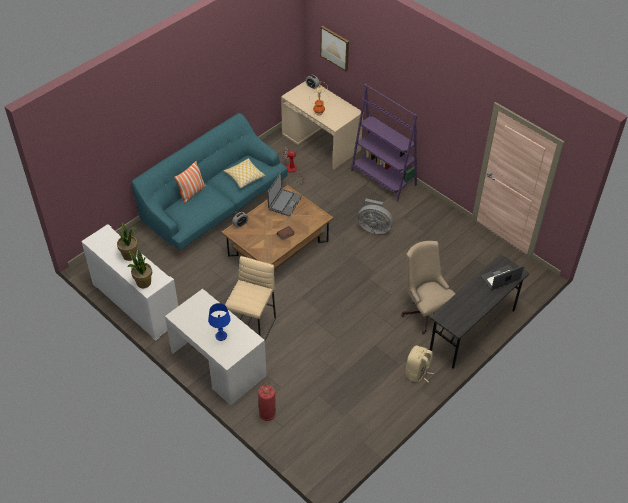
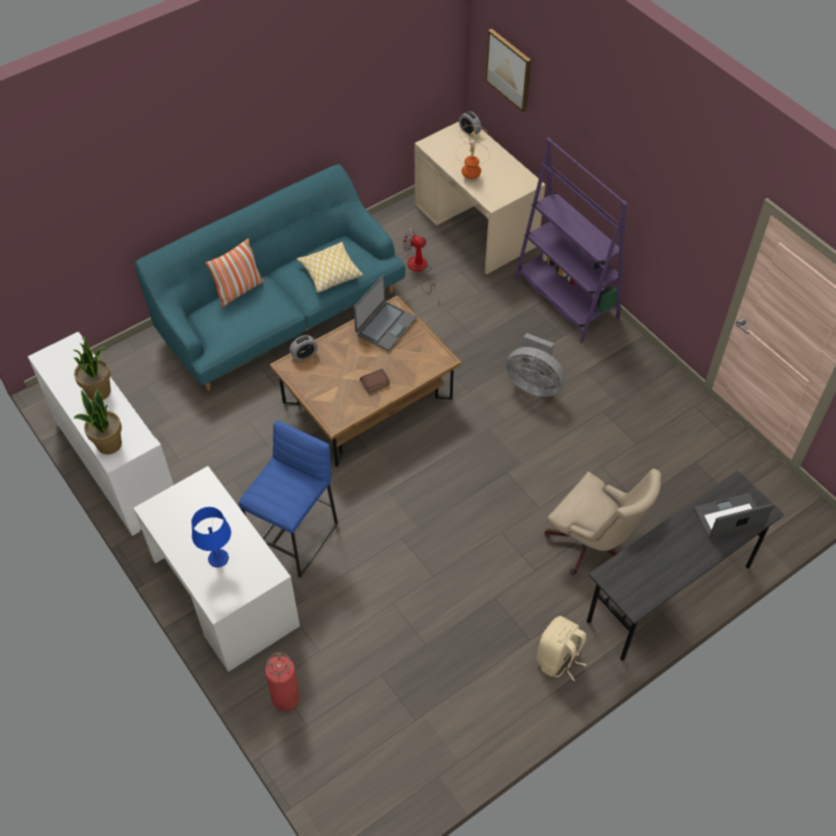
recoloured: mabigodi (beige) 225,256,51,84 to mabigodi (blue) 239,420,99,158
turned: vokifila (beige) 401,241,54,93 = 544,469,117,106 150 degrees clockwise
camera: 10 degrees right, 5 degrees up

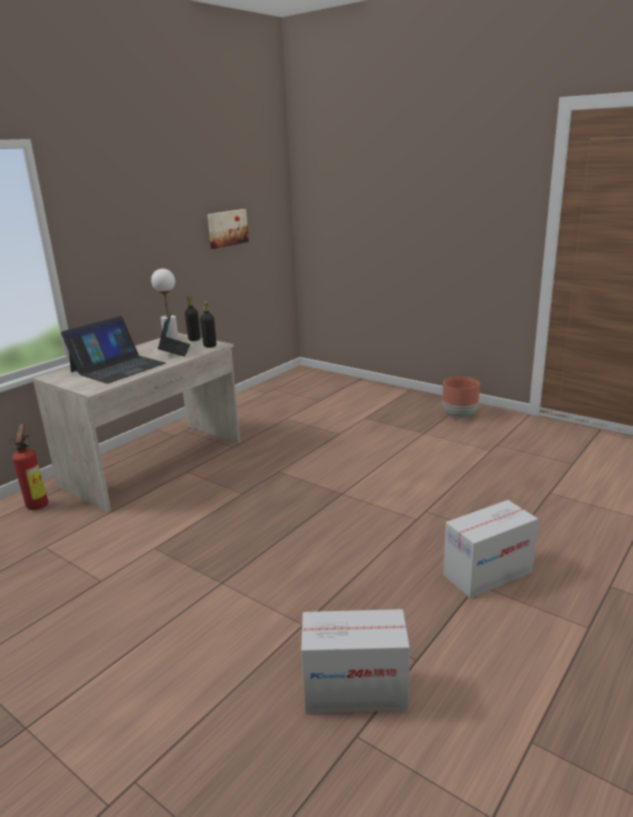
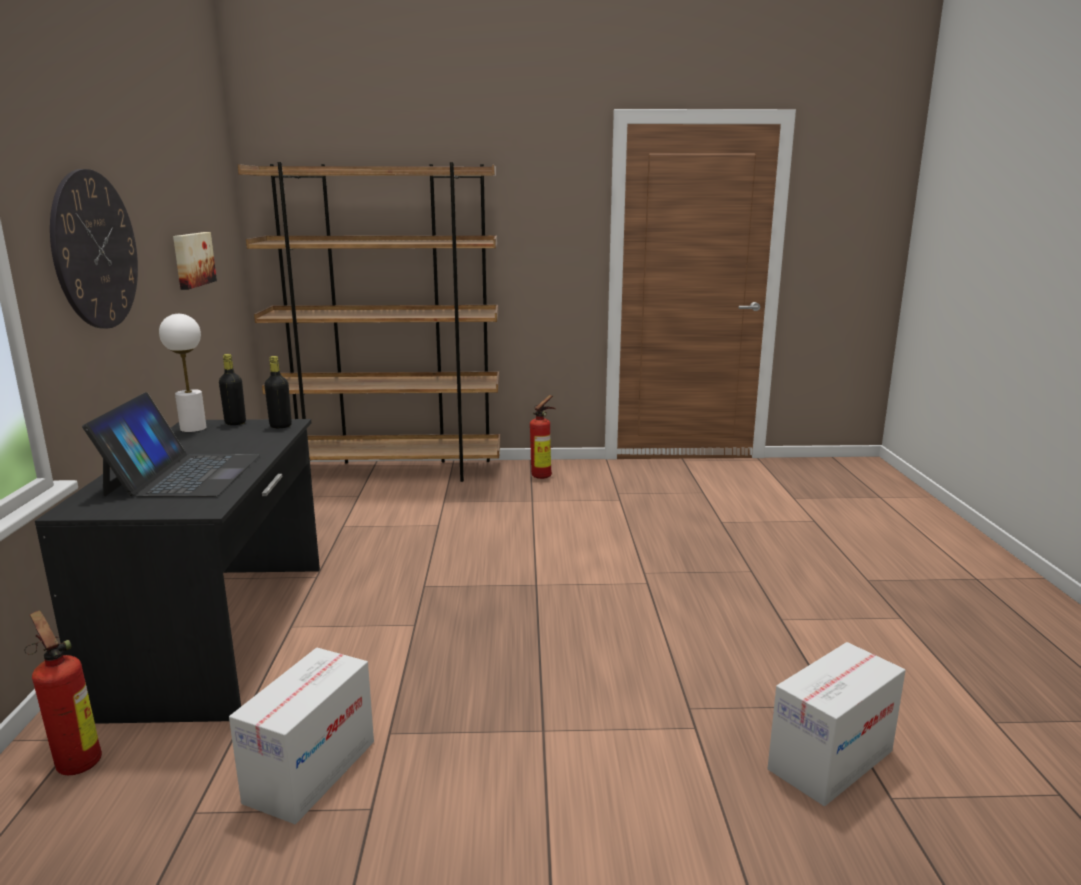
removed: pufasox 158,314,32,42
added: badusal 50,169,88,160; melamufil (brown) 238,162,262,320
moved: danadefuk 443,500,95,99 to 229,648,145,176
replaced: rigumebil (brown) 442,376,38,43 to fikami 530,395,26,84
recoloured: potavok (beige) 33,333,207,180 to potavok (black) 35,419,285,305
camera: 40 degrees left, 5 degrees down

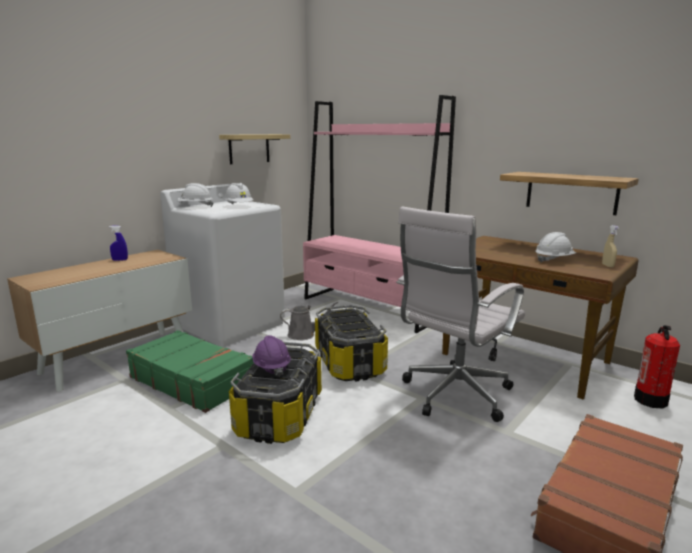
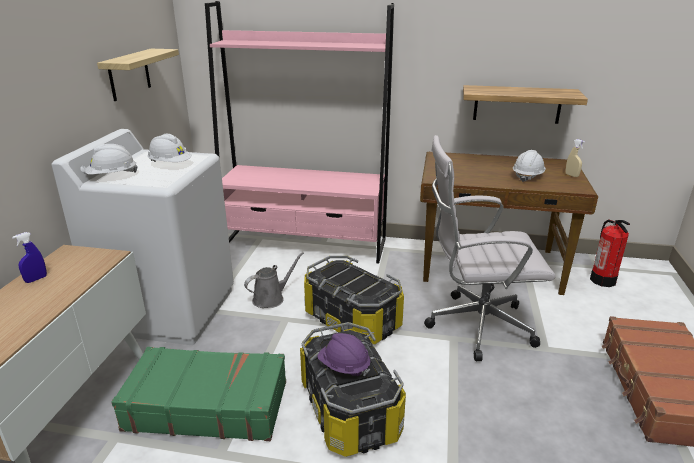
turned: vokifila (white) 396,206,129,216 = 424,135,132,226 75 degrees clockwise
camera: 30 degrees left, 10 degrees up

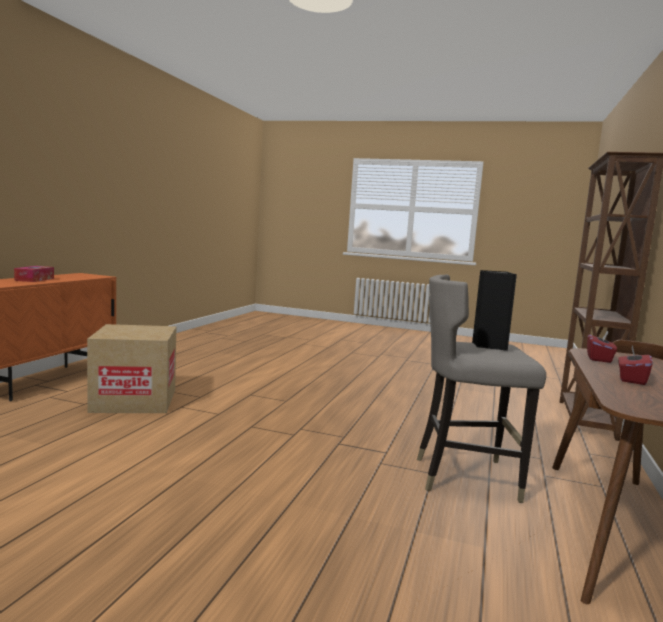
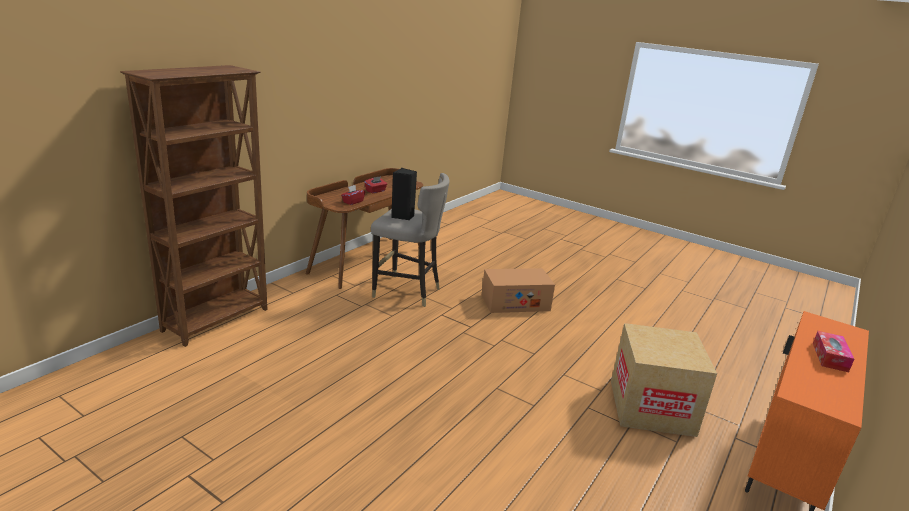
added: danadefuk 482,268,73,45
camera: 165 degrees left, 15 degrees up

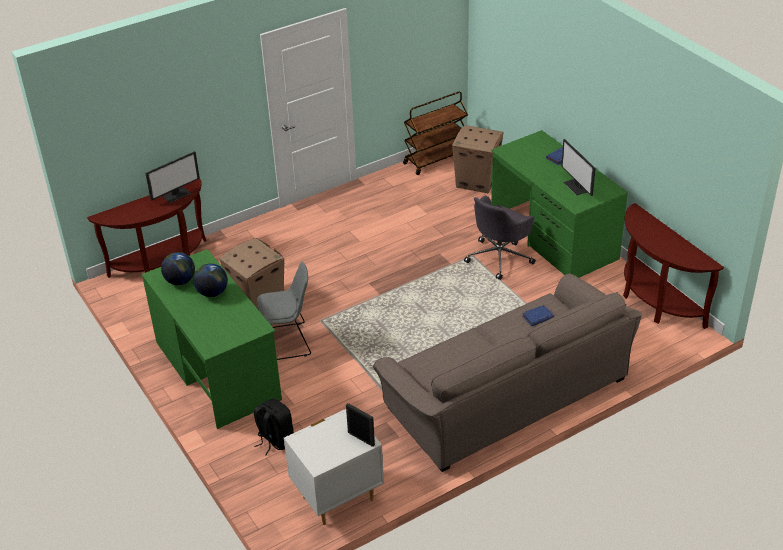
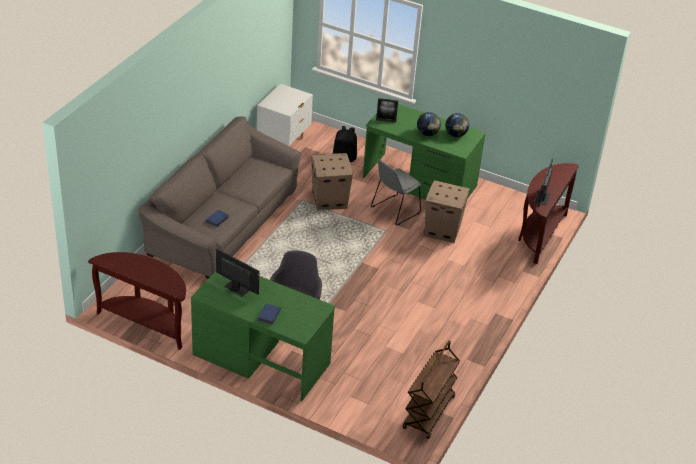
moved: danadefuk 452,125,52,68 to 311,153,42,57; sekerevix 346,403,29,44 to 376,98,22,25
camera: 145 degrees right, 0 degrees up

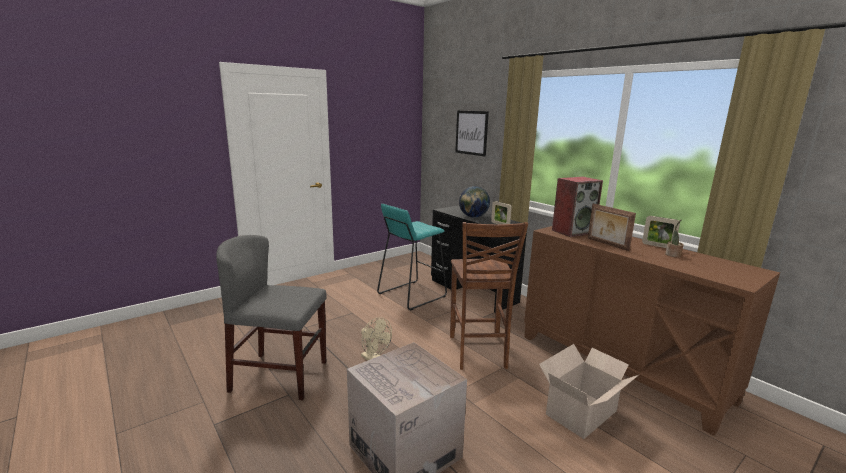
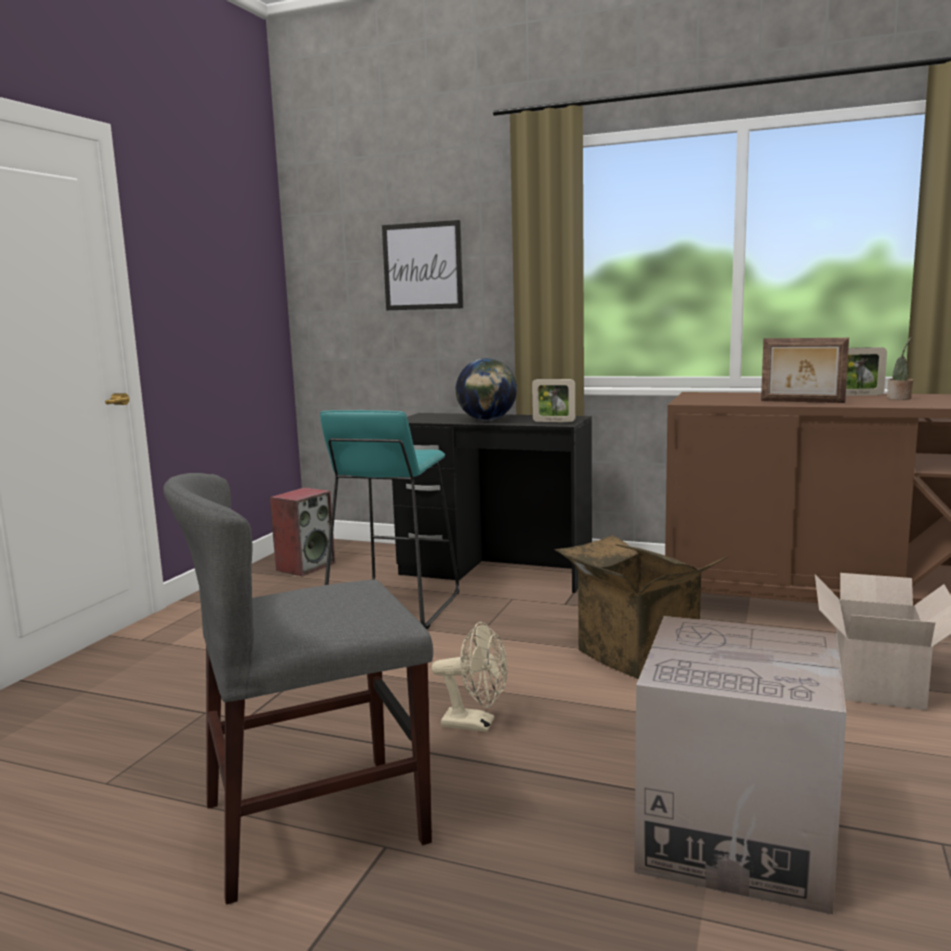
moved: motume 552,177,51,60 to 270,487,65,89
replaced: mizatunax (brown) 450,222,78,148 to danadefuk 554,535,174,144
camera: 30 degrees left, 5 degrees down

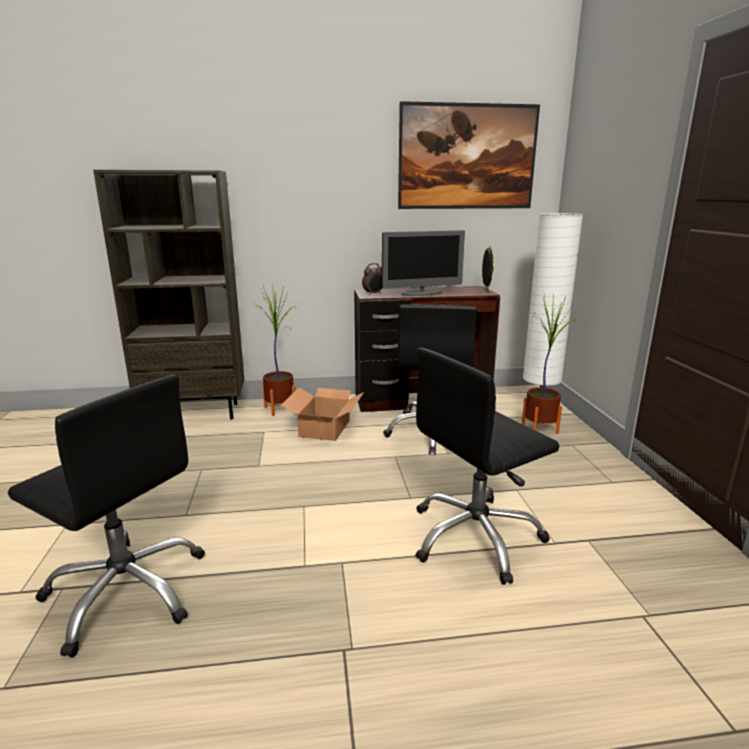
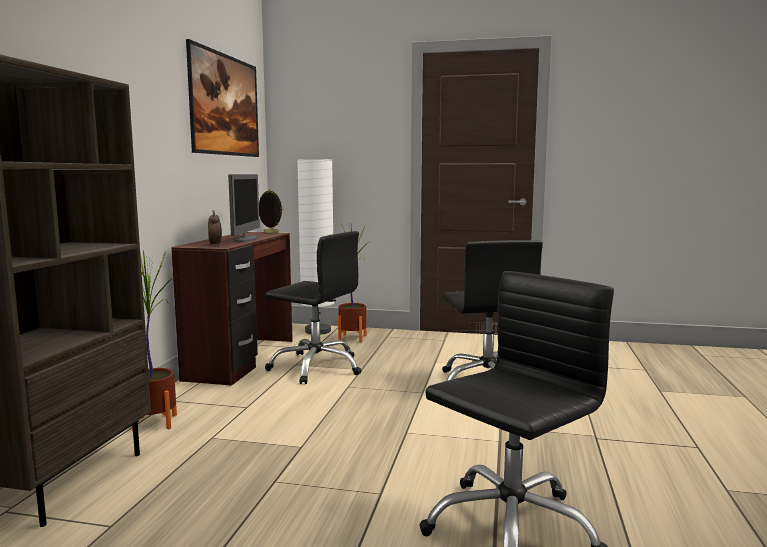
removed: danadefuk 281,387,83,54
camera: 70 degrees left, 10 degrees down

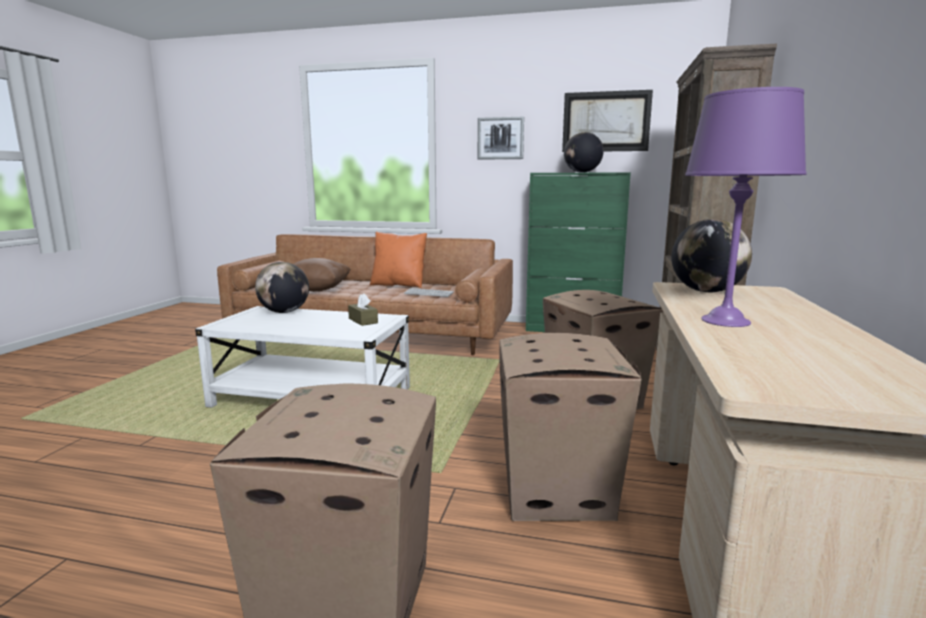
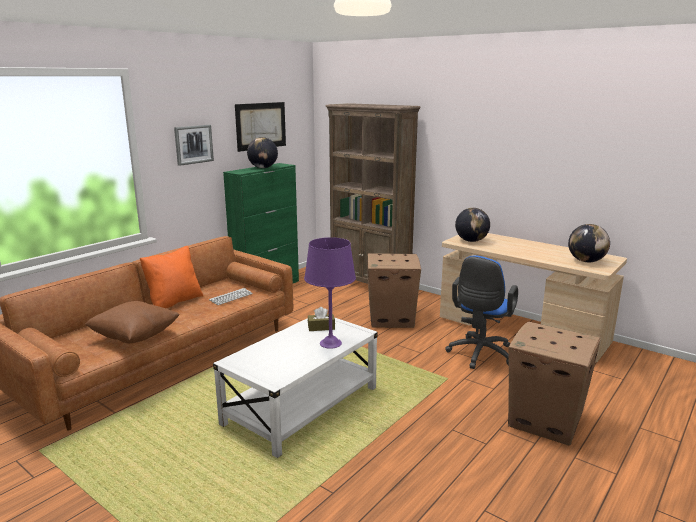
moved: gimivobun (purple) 685,87,122,240 to 304,237,52,112; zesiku 255,262,54,51 to 568,224,42,38
replaced: danadefuk 499,333,143,188 to vokifila (blue) 446,256,72,113
camera: 65 degrees left, 5 degrees up

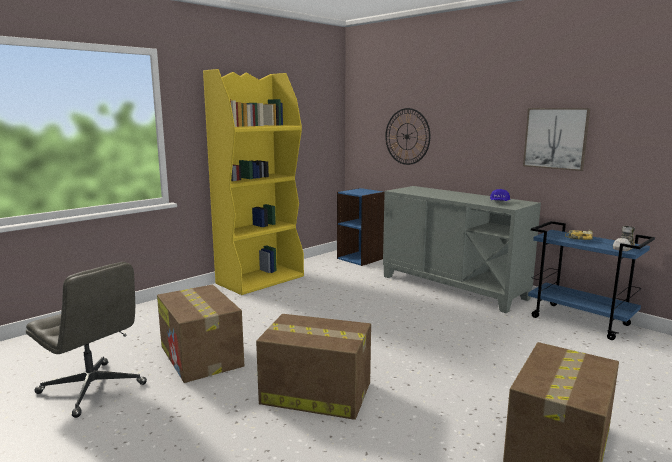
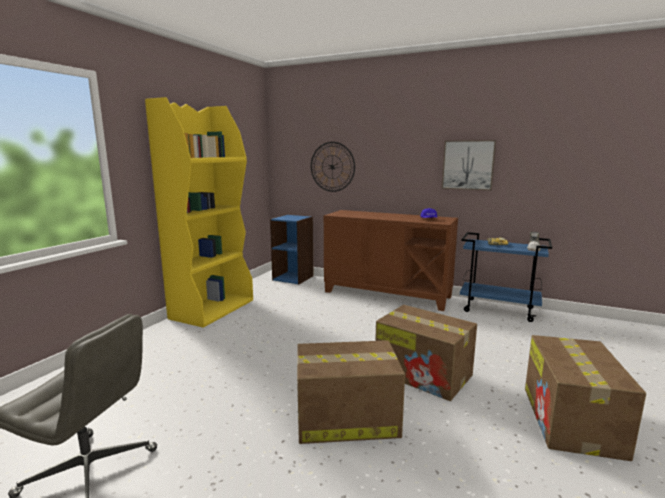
moved: danadefuk 157,285,87,98 to 375,305,102,96
recoloured: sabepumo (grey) 383,186,158,127 to sabepumo (brown) 324,210,134,101
camera: 20 degrees left, 0 degrees up

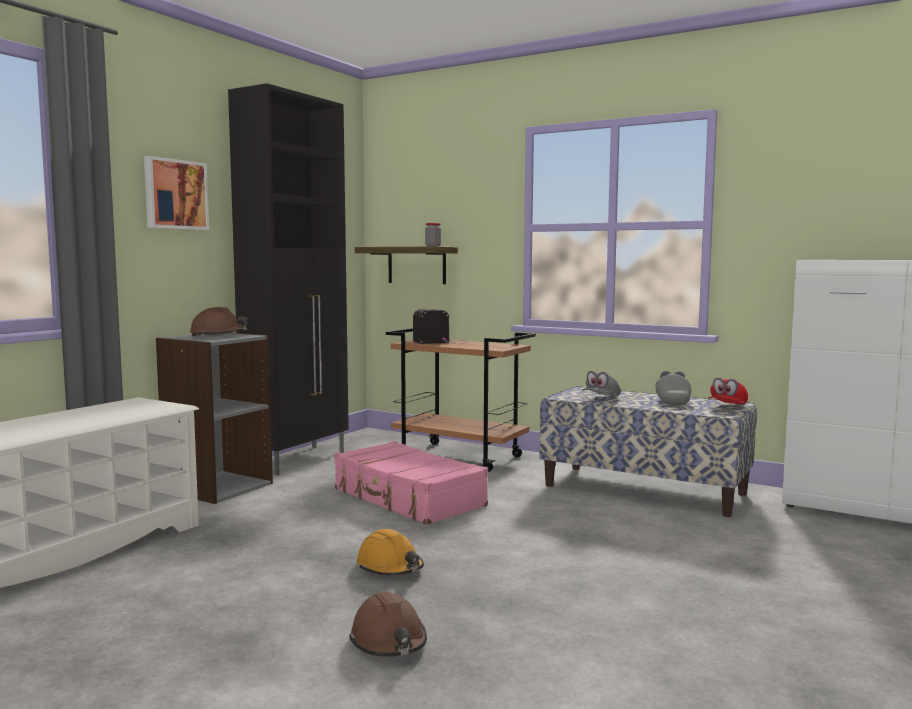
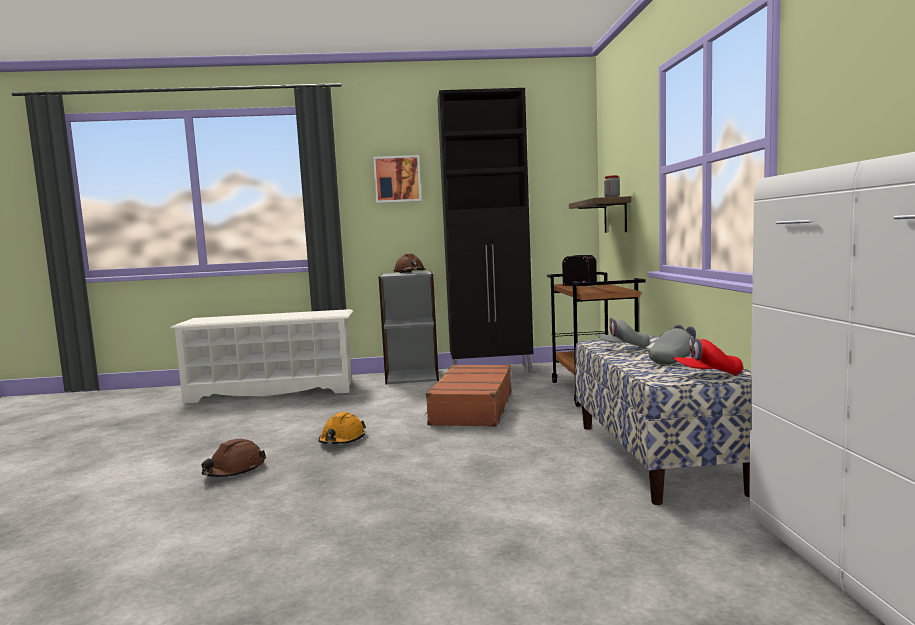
recoloured: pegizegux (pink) 334,441,154,84 to pegizegux (brown) 424,364,88,63
camera: 55 degrees right, 0 degrees up

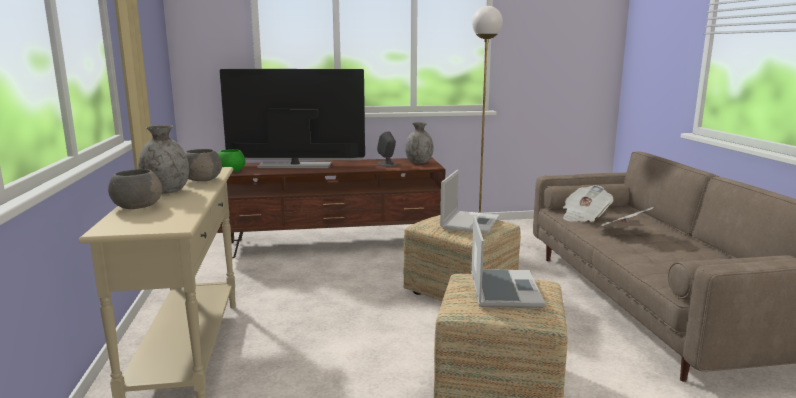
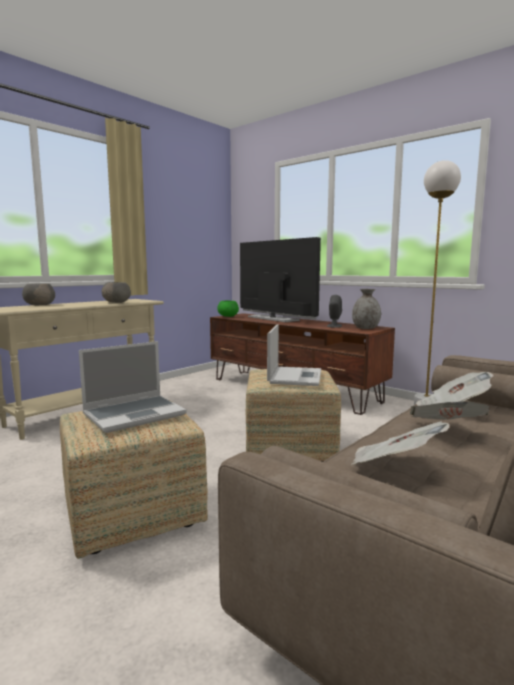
removed: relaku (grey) 138,125,51,69
added: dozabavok 351,421,99,44
turned: pufasox 440,170,59,64 = 267,324,54,62 60 degrees counterclockwise
camera: 50 degrees right, 5 degrees down

